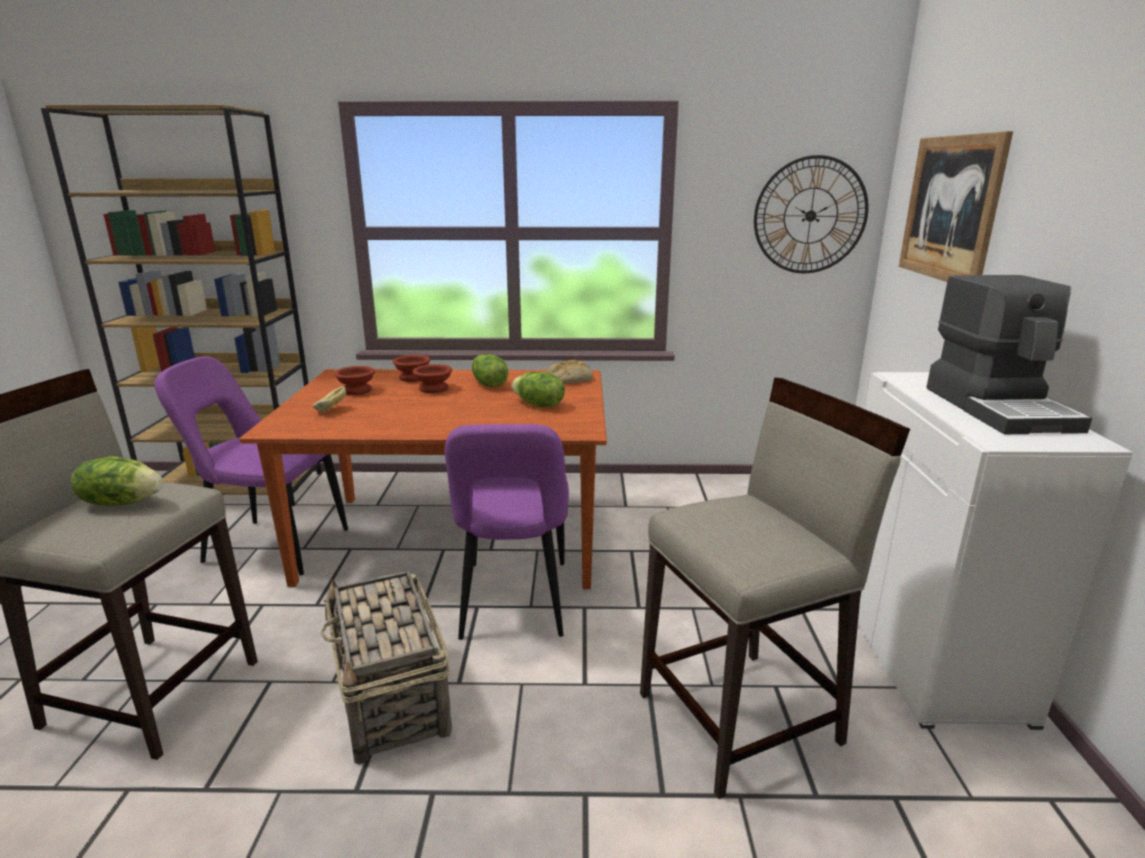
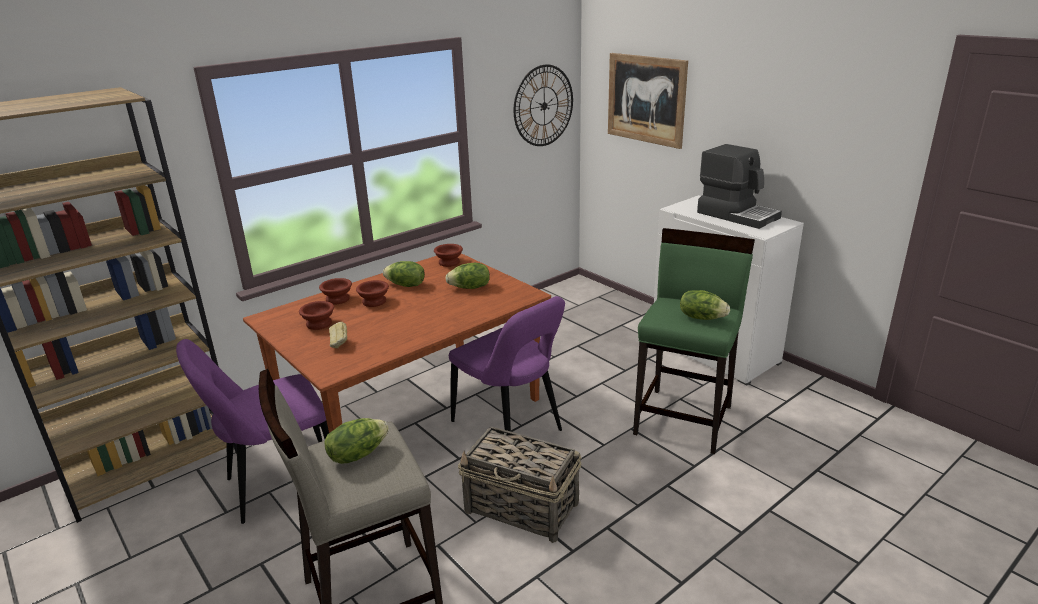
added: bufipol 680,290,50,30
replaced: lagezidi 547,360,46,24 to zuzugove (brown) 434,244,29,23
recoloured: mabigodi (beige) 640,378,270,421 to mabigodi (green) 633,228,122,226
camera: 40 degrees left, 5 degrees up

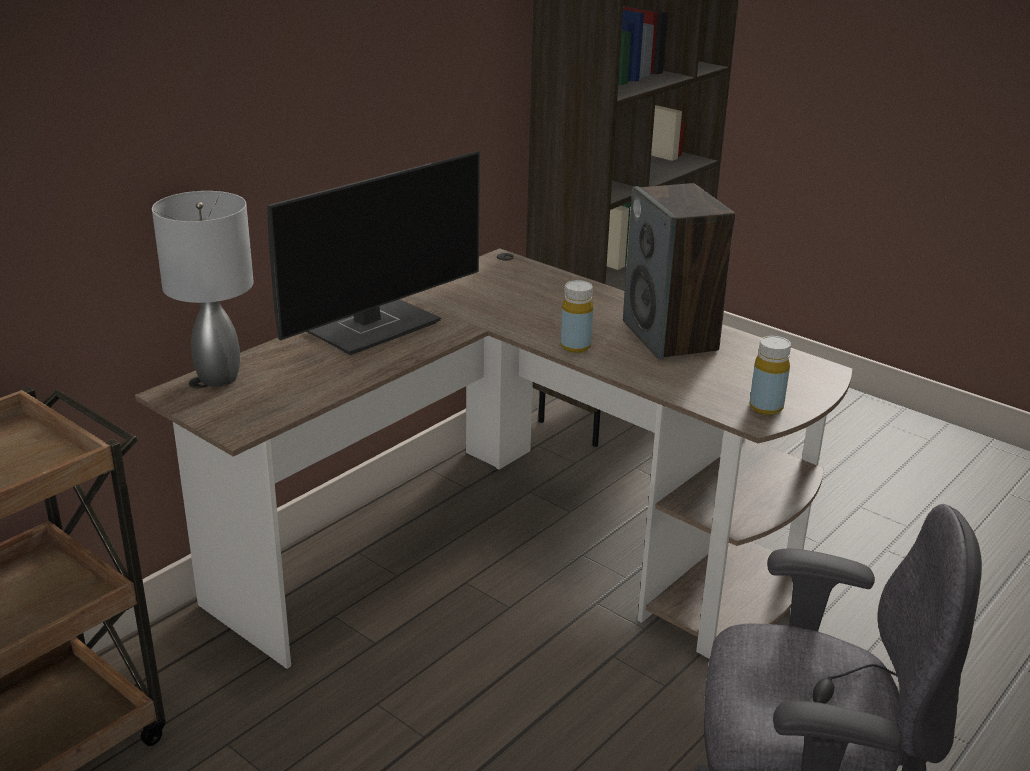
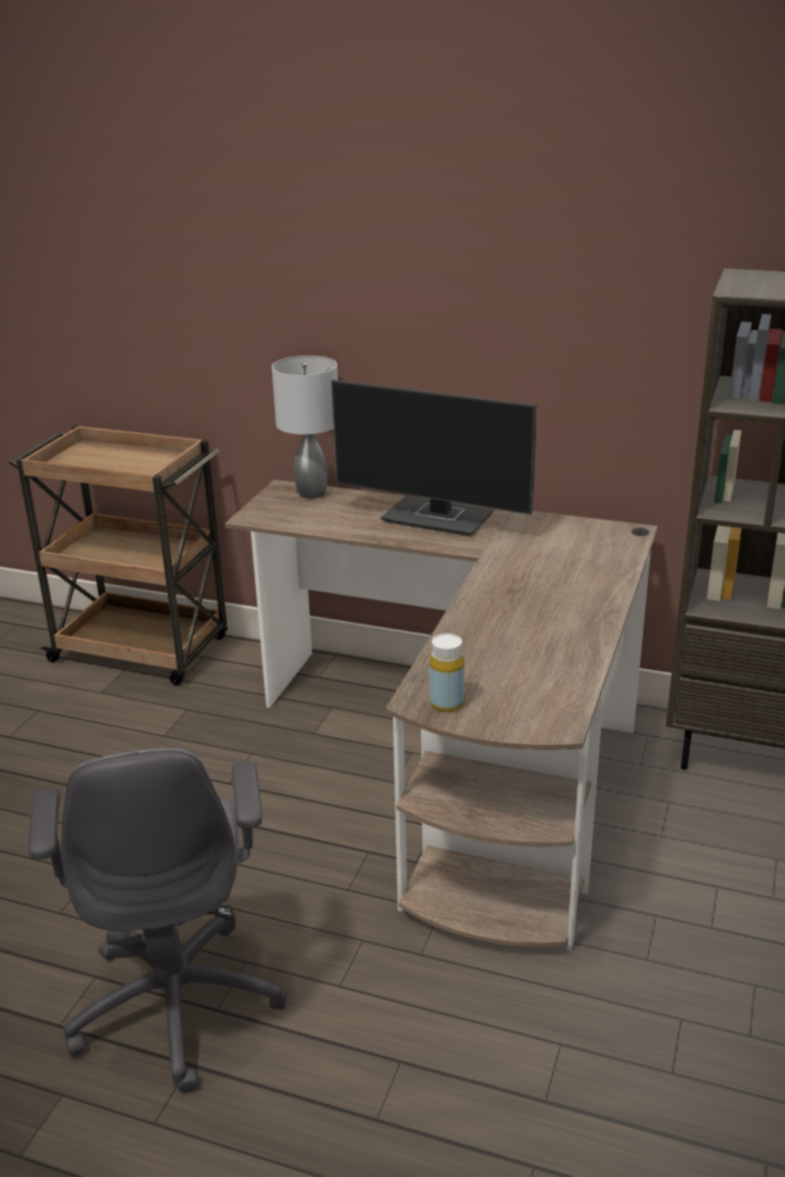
removed: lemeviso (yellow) 561,280,33,73; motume 623,183,112,176
camera: 70 degrees right, 0 degrees up

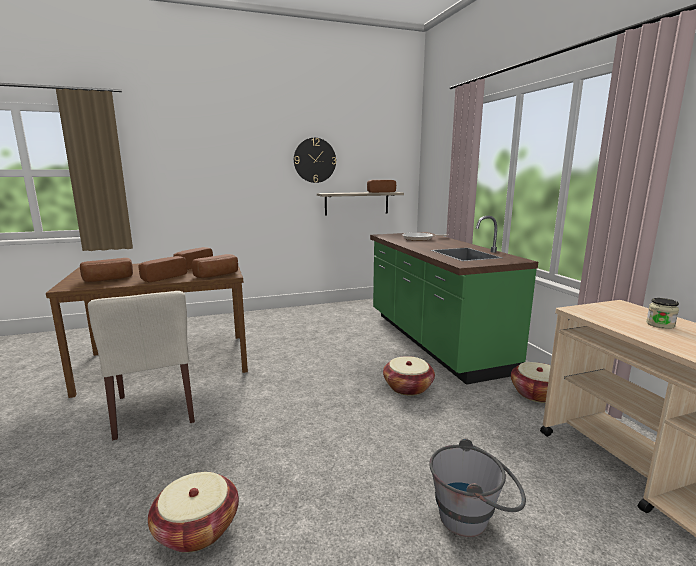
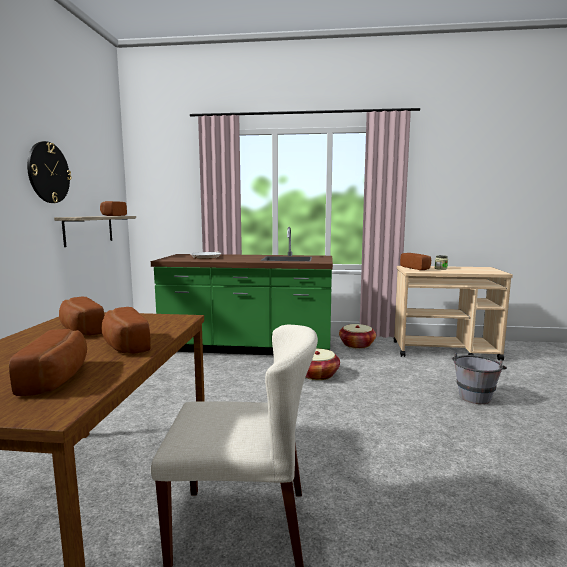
removed: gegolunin 148,472,91,81
moved: lagezidi 192,254,46,24 to 400,253,31,17
camera: 65 degrees left, 5 degrees down

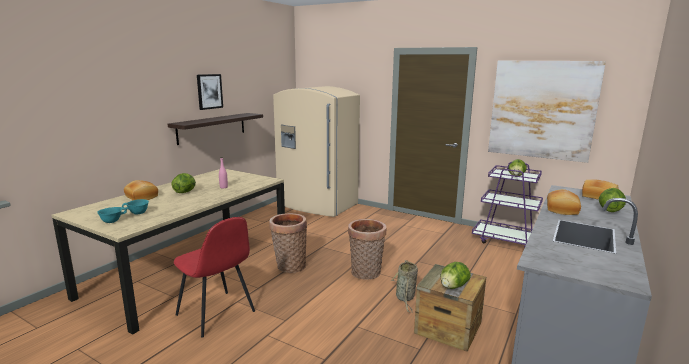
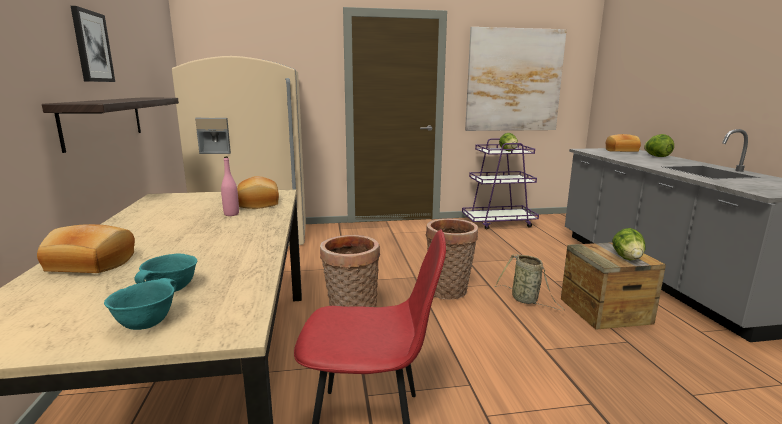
removed: bufipol 171,173,25,20
moved: lagezidi 547,189,34,26 to 237,176,42,33
camera: 40 degrees left, 0 degrees up

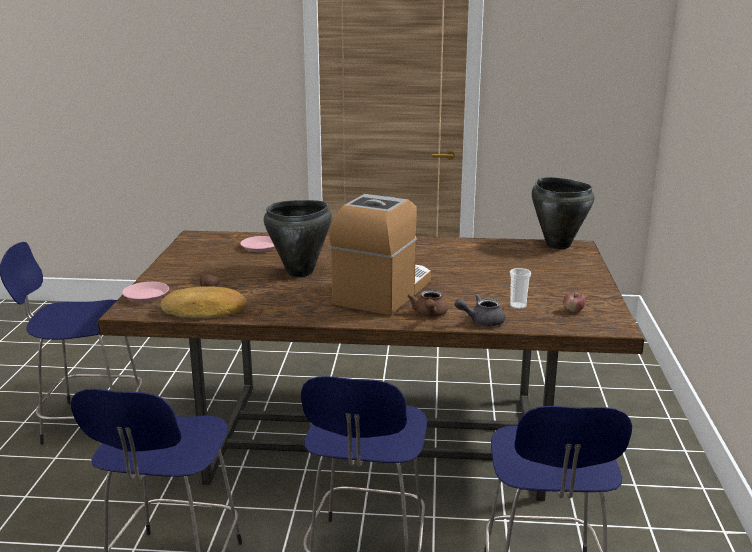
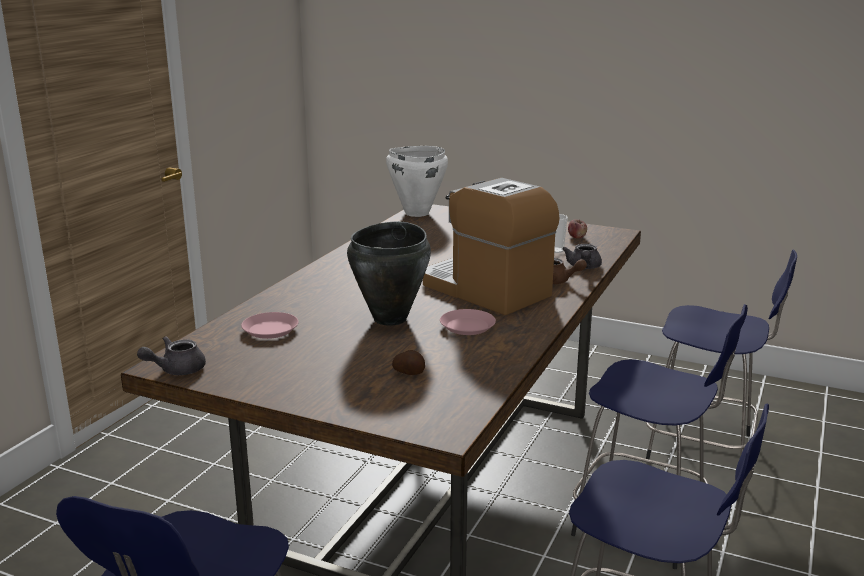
removed: lagezidi 161,286,85,33
added: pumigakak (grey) 137,336,69,39
moved: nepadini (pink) 122,282,47,20 to 440,309,56,26
recoloured: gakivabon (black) 532,177,62,72 to gakivabon (white) 386,146,62,71
camera: 70 degrees left, 0 degrees up

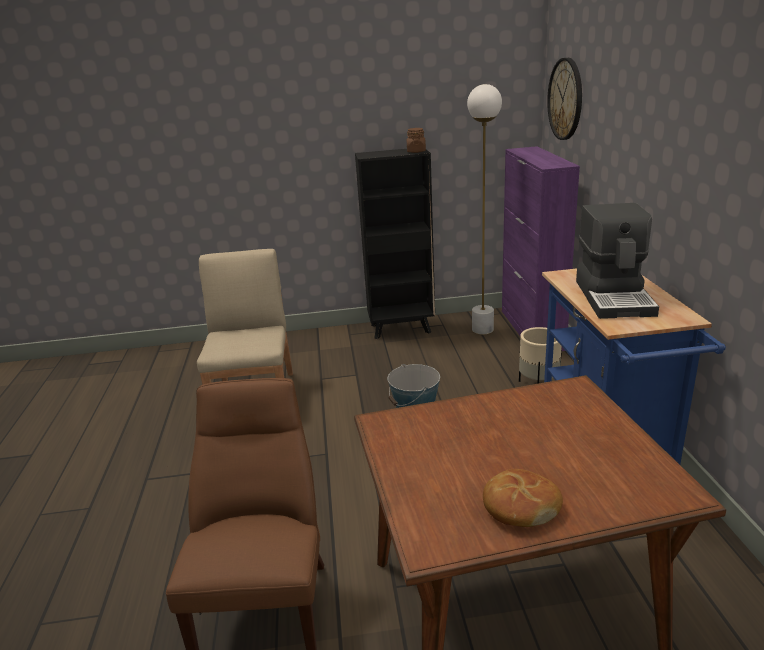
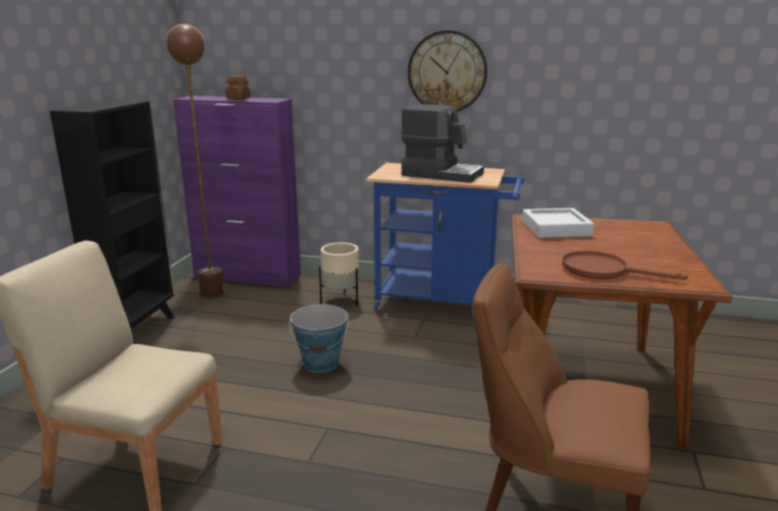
removed: lagezidi 483,469,80,58
added: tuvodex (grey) 522,208,72,30; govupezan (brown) 562,251,126,29
moved: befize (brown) 407,128,19,25 to 225,75,25,25; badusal 547,58,35,82 to 408,30,79,82
recoloured: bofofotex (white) 467,84,35,251 to bofofotex (brown) 166,24,59,274
camera: 70 degrees left, 5 degrees down

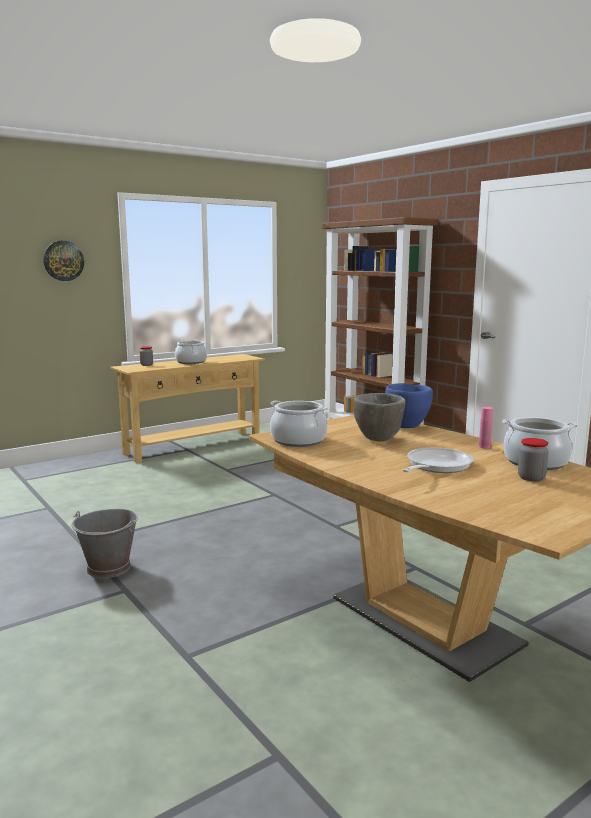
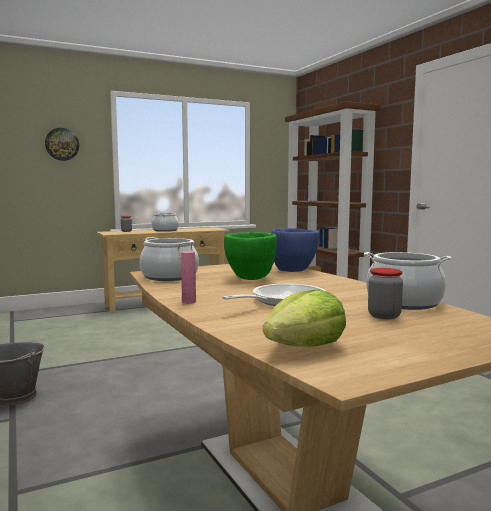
added: bufipol 263,289,83,58
moved: lemeviso (pink) 479,407,14,42 to 181,251,15,53
recoloured: zuzugove (grey) 354,393,52,48 to zuzugove (green) 224,232,53,48
camera: 10 degrees right, 5 degrees down

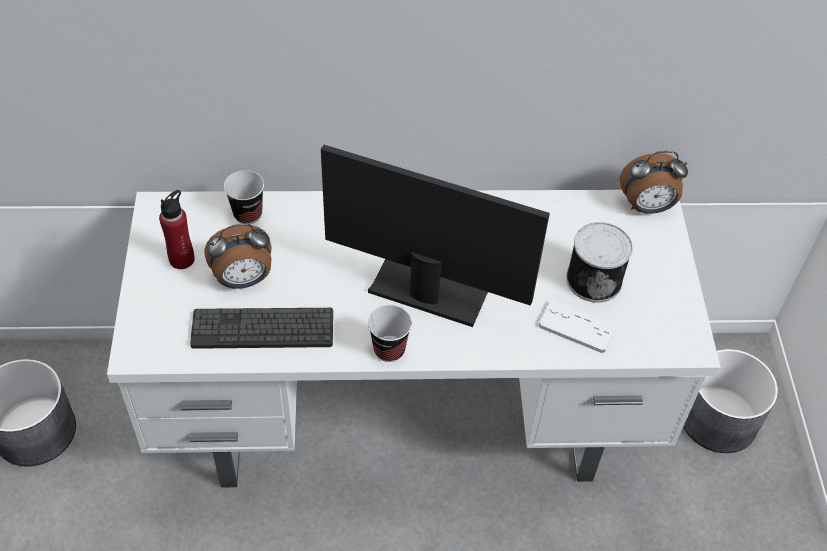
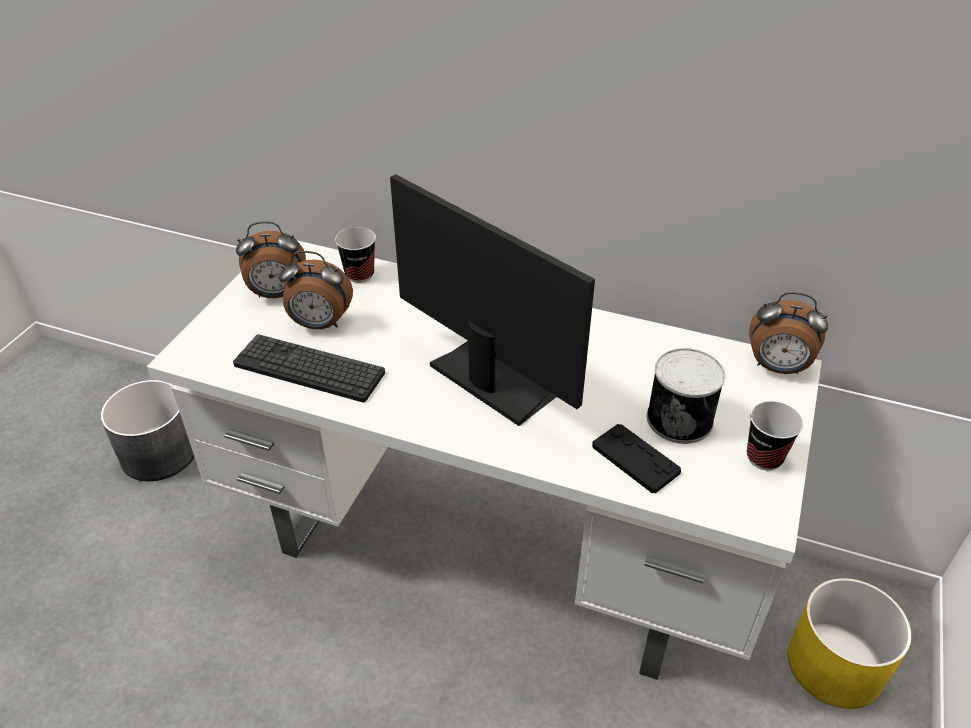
moved: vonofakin 368,305,44,57 to 747,401,57,69
replaced: lemeviso (red) 159,190,36,79 to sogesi 236,222,70,76
recoloured: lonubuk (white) 539,300,77,53 to lonubuk (black) 592,424,89,70; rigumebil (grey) 683,349,95,104 to rigumebil (yellow) 788,578,123,131
camera: 25 degrees right, 10 degrees down

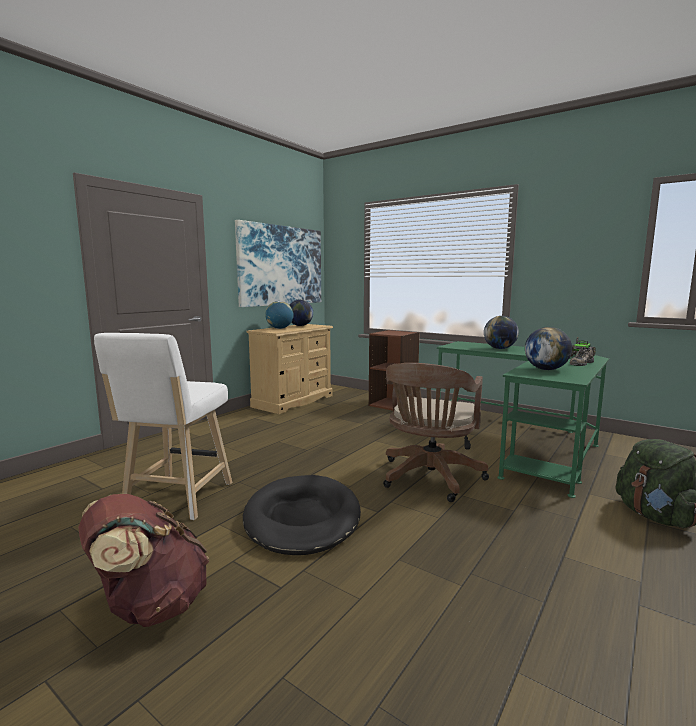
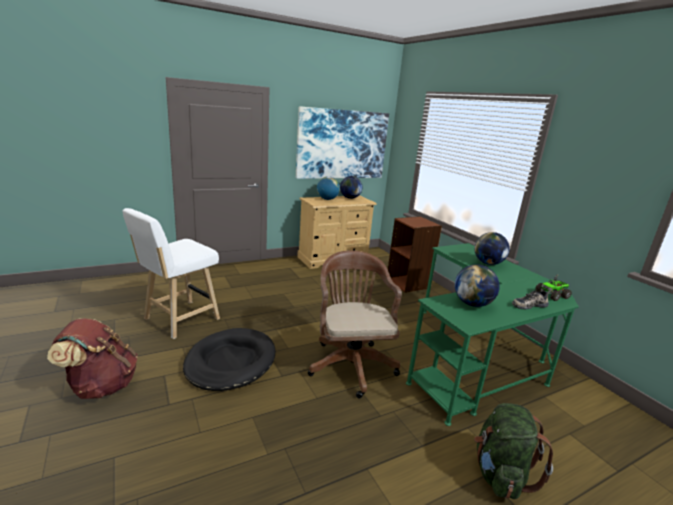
turned: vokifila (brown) 383,363,106,139 = 308,250,94,148 120 degrees clockwise
camera: 25 degrees right, 10 degrees up

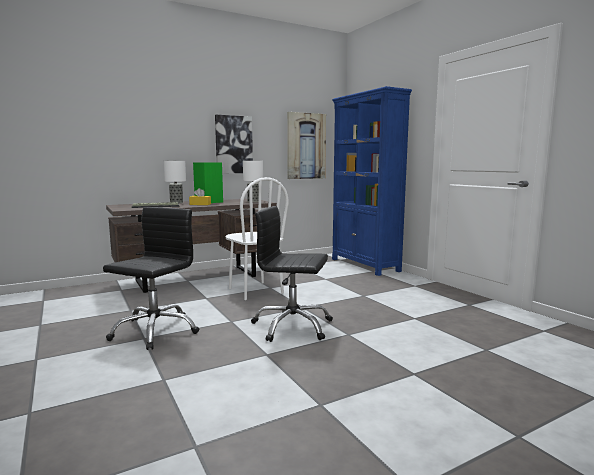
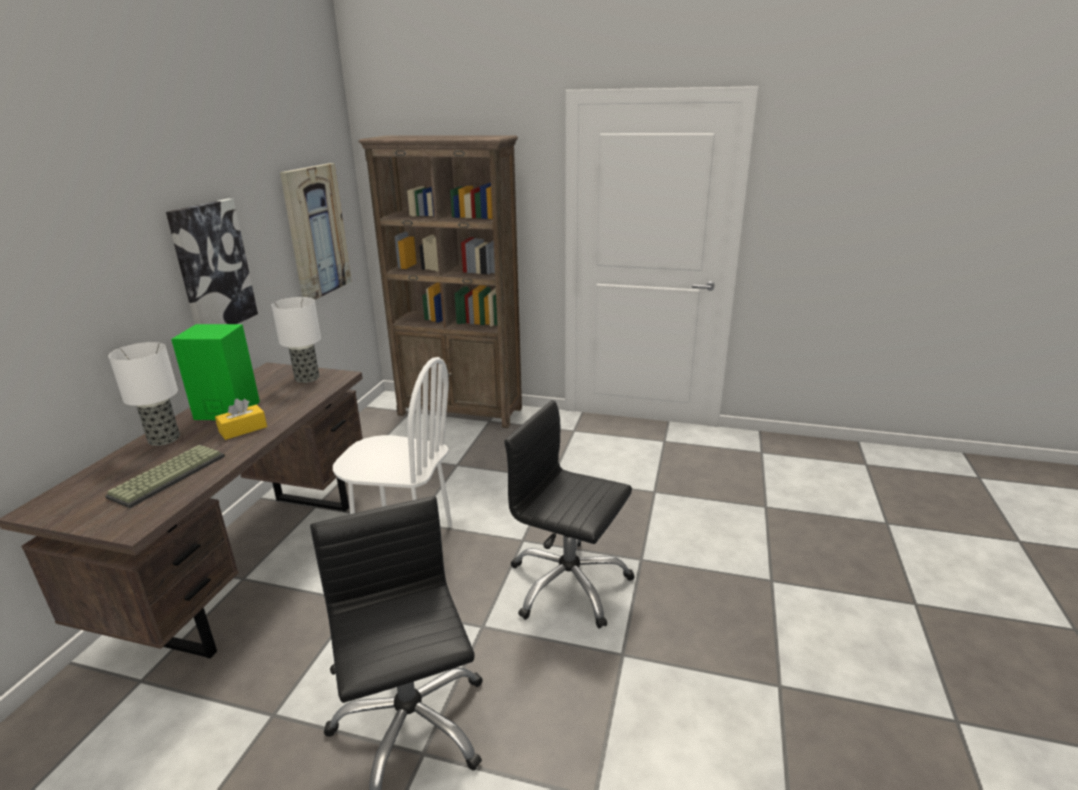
recoloured: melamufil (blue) 332,86,80,190 to melamufil (brown) 358,135,164,293
turned: vokifila (black) 251,206,82,136 = 504,400,131,229 60 degrees clockwise
camera: 45 degrees left, 15 degrees up

